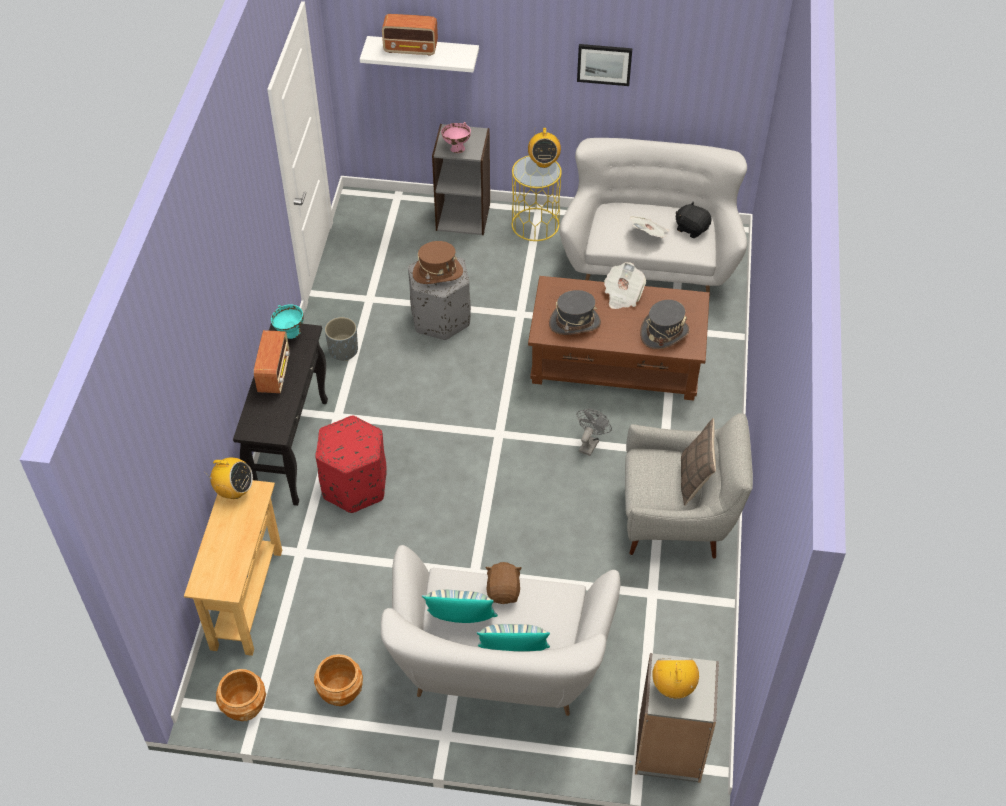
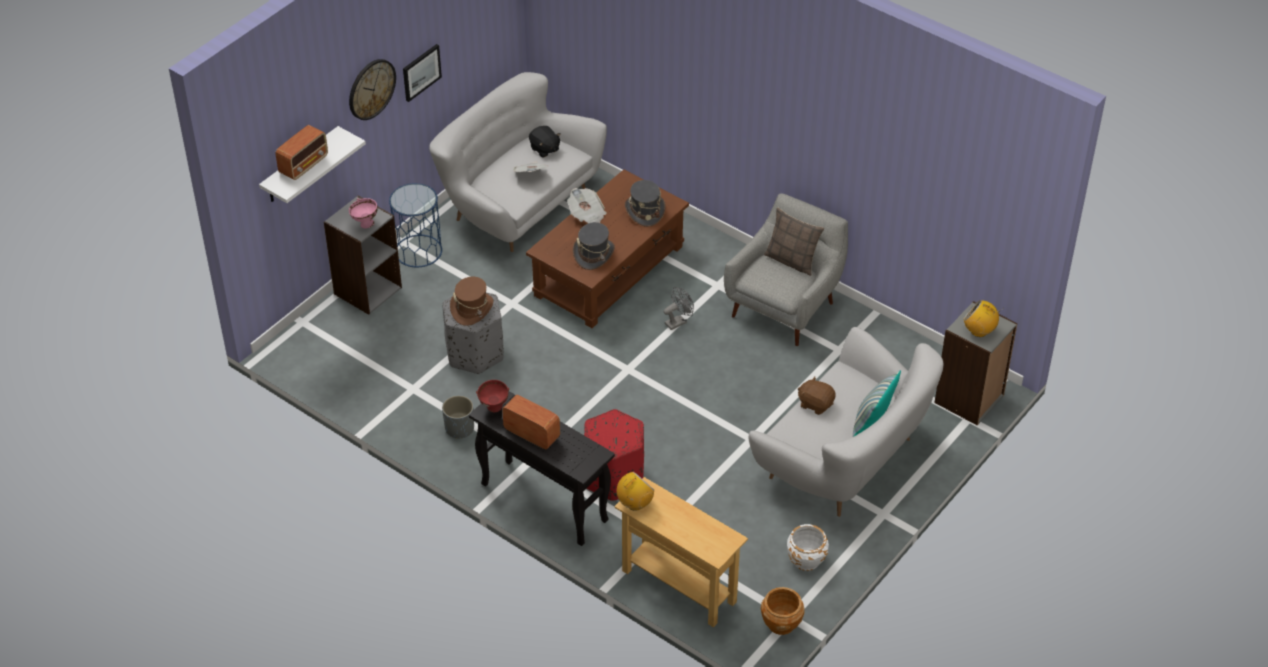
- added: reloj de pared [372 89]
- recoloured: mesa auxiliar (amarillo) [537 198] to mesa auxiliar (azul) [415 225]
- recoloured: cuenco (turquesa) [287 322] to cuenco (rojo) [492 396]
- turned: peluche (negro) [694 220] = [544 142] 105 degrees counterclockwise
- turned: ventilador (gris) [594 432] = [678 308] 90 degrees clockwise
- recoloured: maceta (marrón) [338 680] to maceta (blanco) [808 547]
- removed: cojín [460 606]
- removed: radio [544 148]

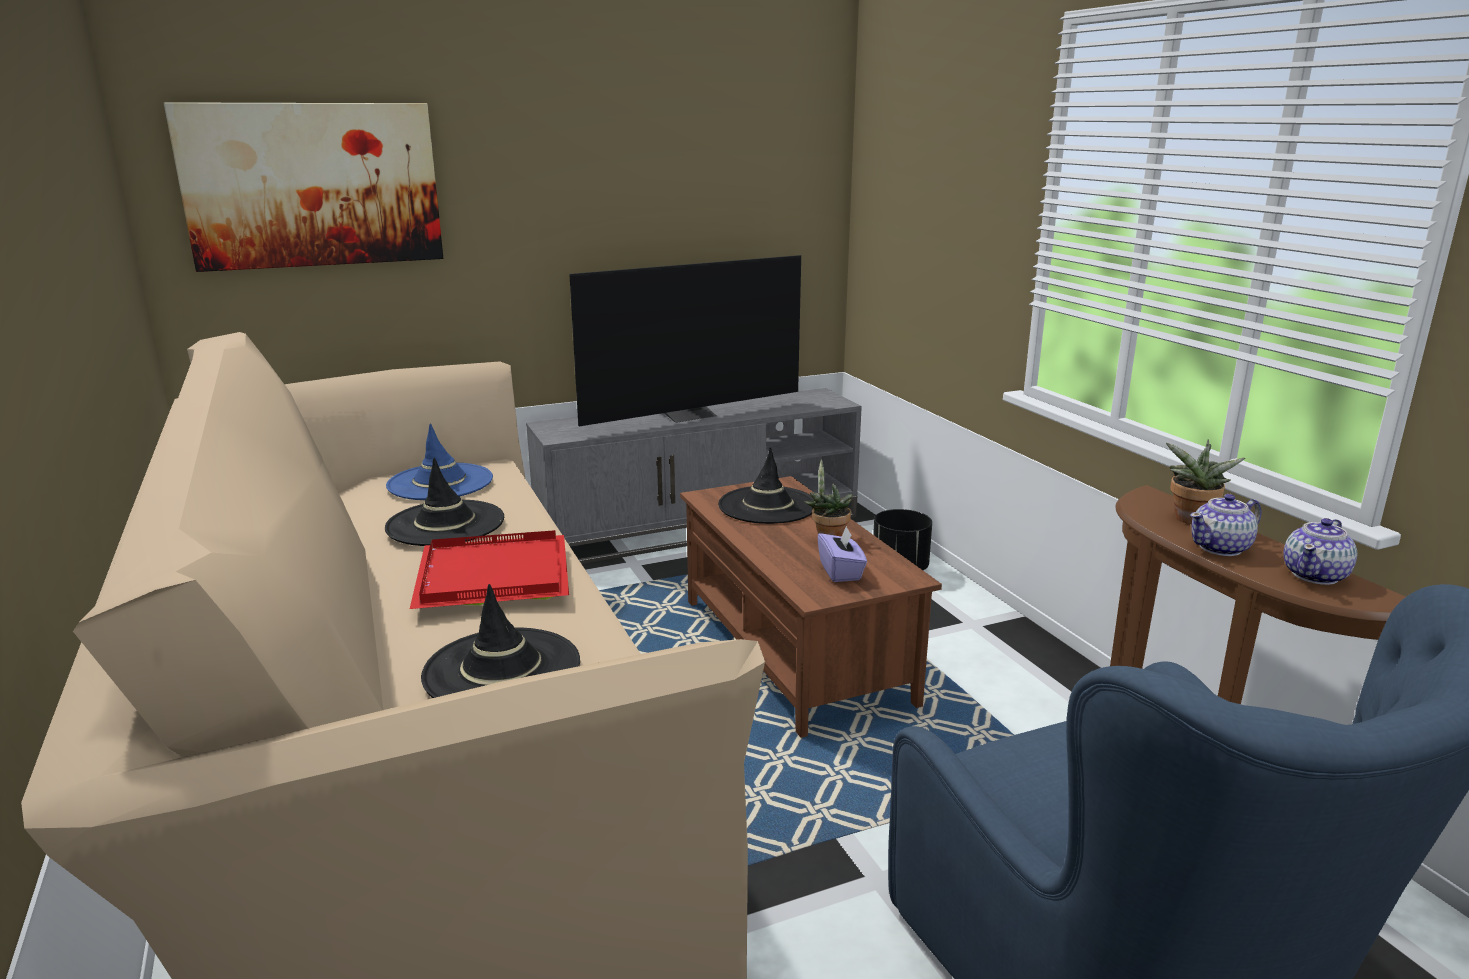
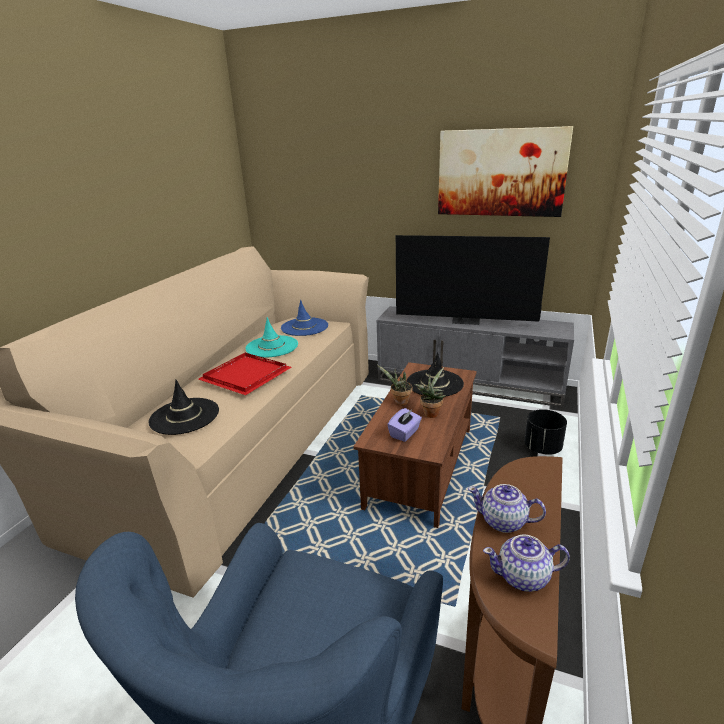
- recoloured: sombrero (negro) [444 502] to sombrero (turquesa) [271 337]
- moved: planta en maceta [1205 481] to [394 385]
- moved: cuadro [303 187] to [505 171]

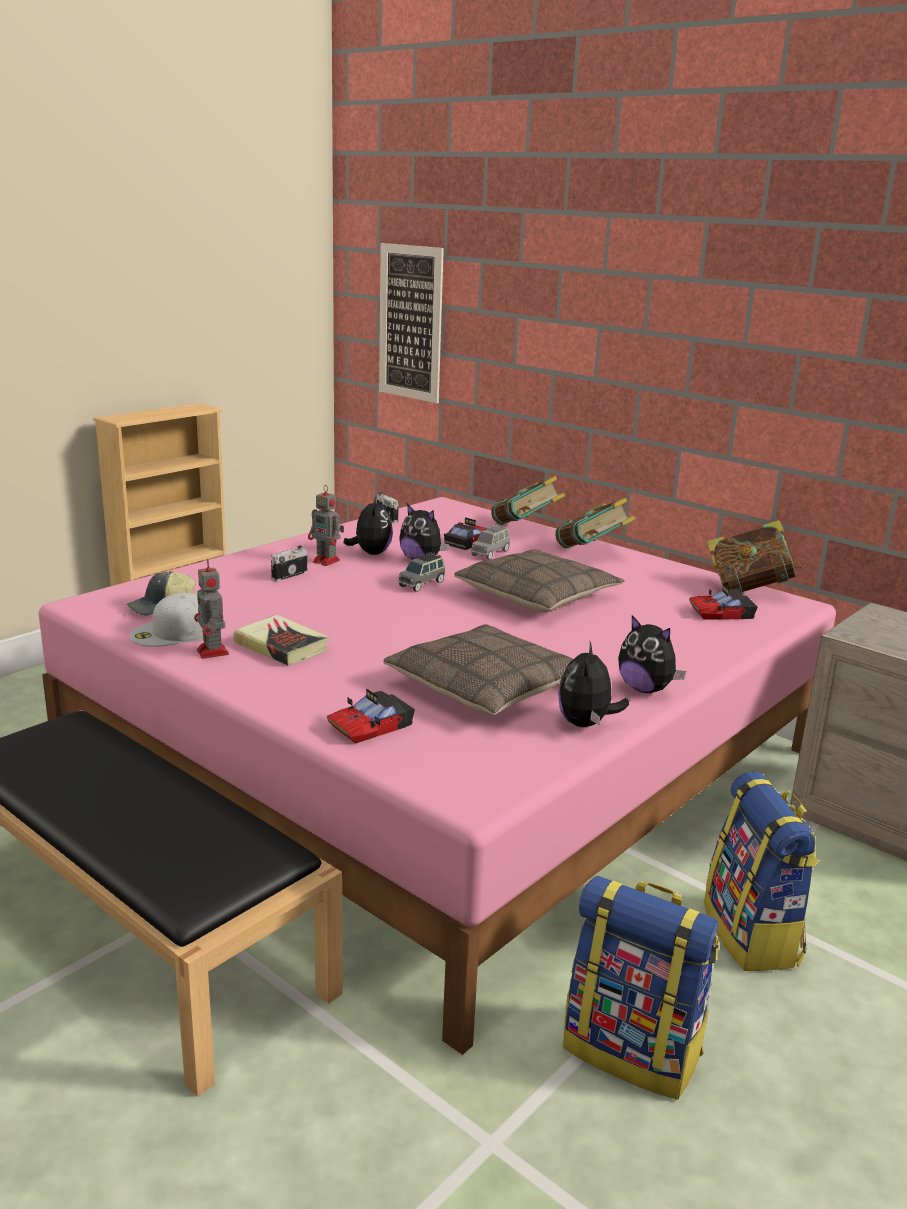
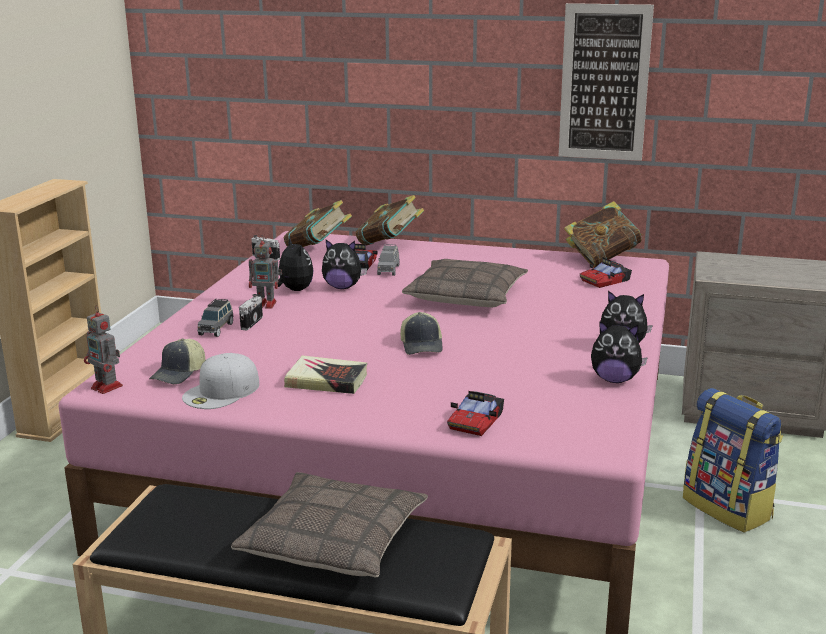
- moved: robot de juguete [211 609] to [103 349]
- moved: coche de juguete (gris) [421 572] to [215 318]
- moved: cojín [478 669] to [329 524]
- moved: libro [595 523] to [318 223]
- added: gorra [421 333]
- moved: cuadro [411 323] to [606 82]
- turned: peluche [593 684] = [619 352] 60 degrees counterclockwise
- removed: mochila [641 987]

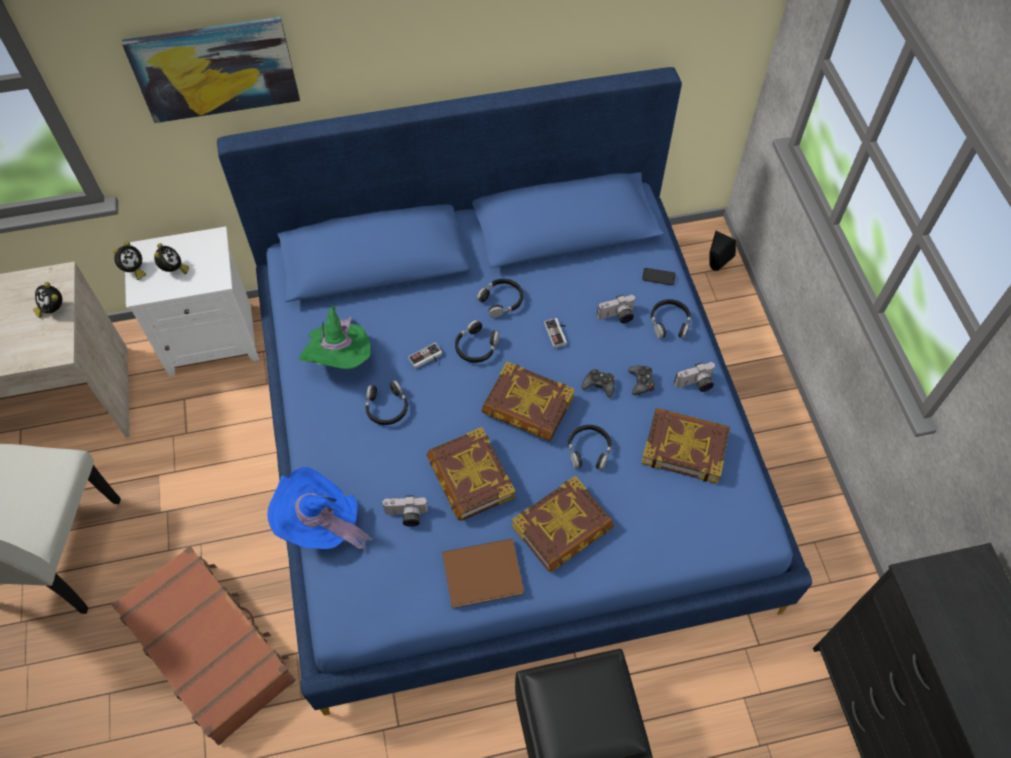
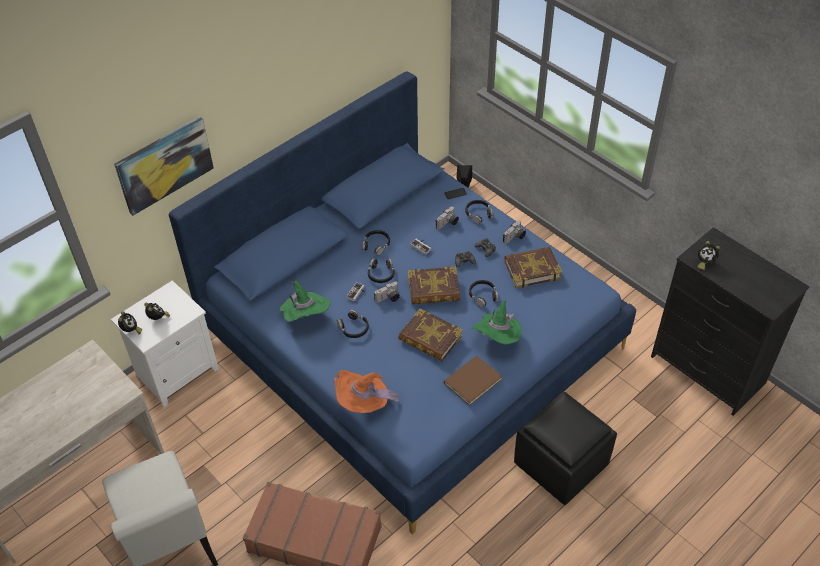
- recoloured: sombrero (azul) [319 509] to sombrero (naranja) [367 391]
- moved: cámara [405 511] to [387 292]
- replaced: libro [563 524] to sombrero (verde) [496 322]
- moved: despertador [47 300] to [708 255]

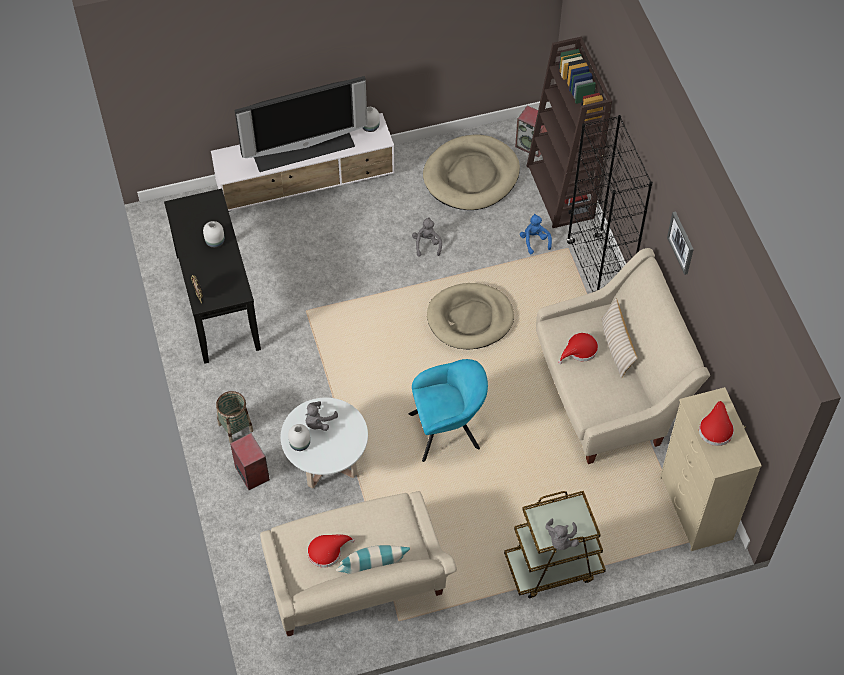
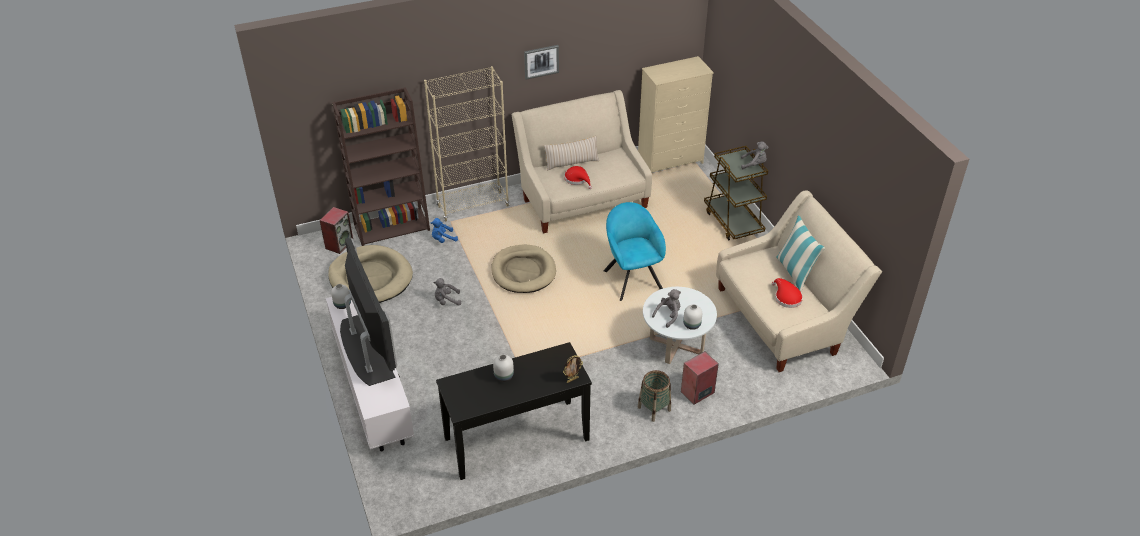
- recoloured: estantería (negro) [609 203] to estantería (beis) [466 143]
- turned: peluche (gris) [322 416] = [666 308] 75 degrees counterclockwise
- removed: sombrero (rojo) [716 423]

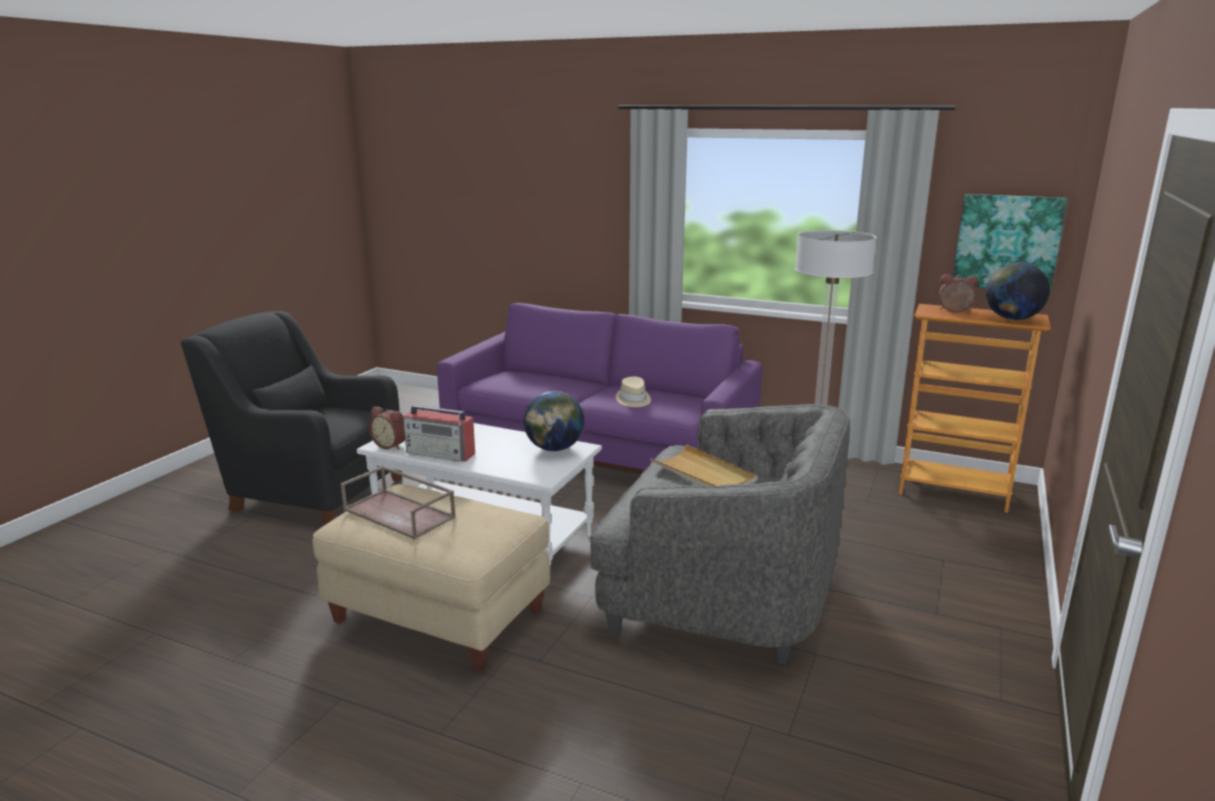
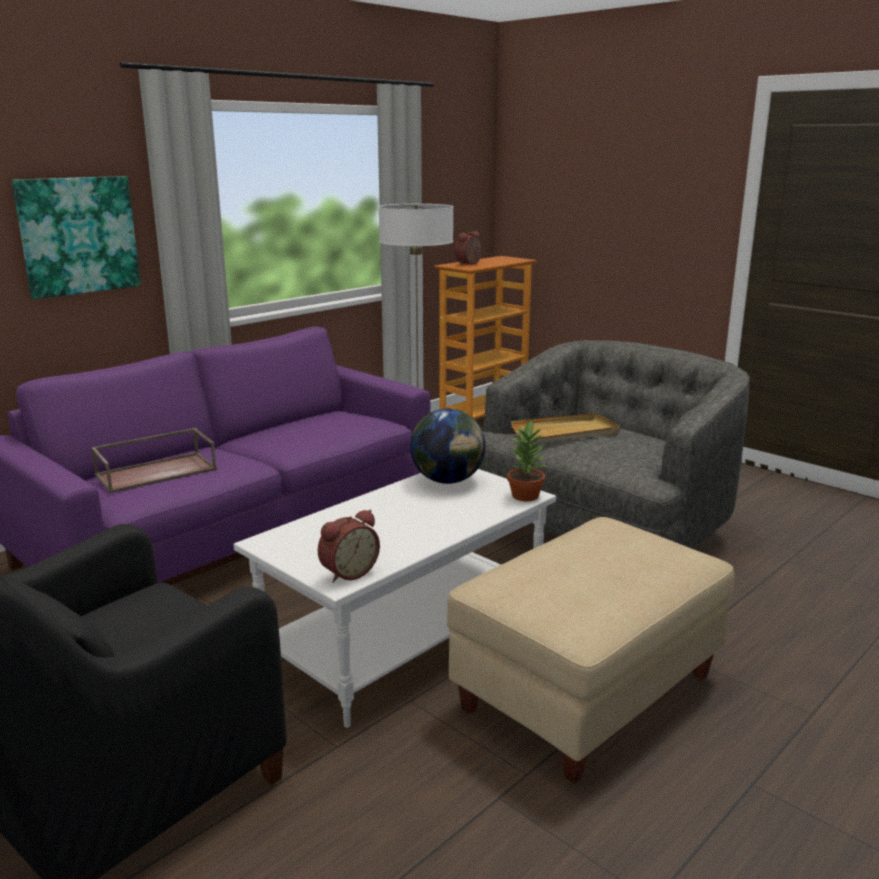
- moved: cuadro [1010 243] to [76 237]
- moved: bandeja (marrón) [398 502] to [154 460]
- added: planta en maceta [526 460]
- removed: radio [439 433]
- removed: sombrero (beis) [633 392]
- removed: globo terráqueo [1018 291]

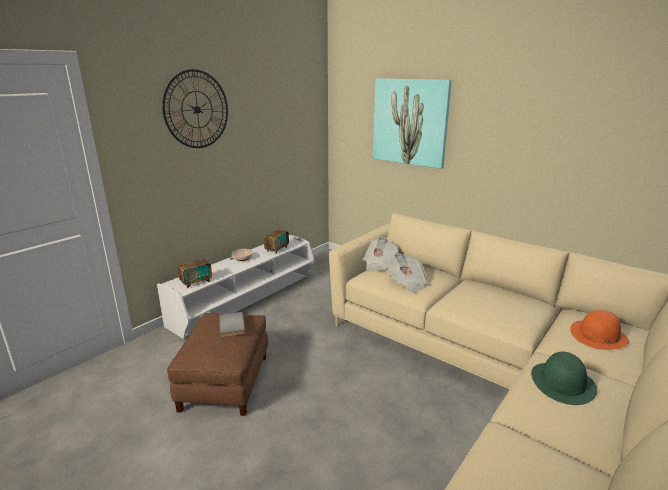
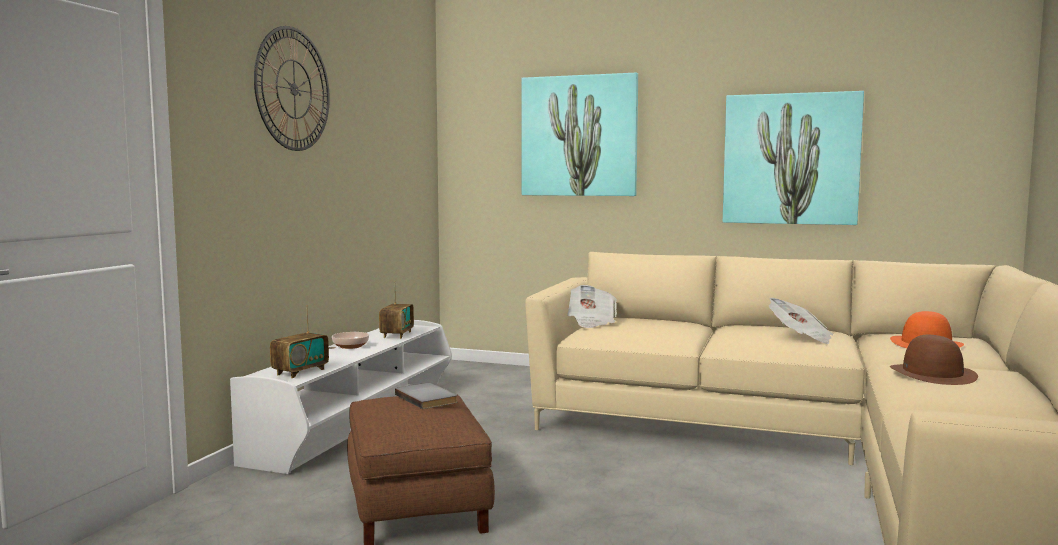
- added: cuadro [793 158]
- moved: periódico [408 273] to [801 320]
- recoloured: sombrero (verde) [564 378] to sombrero (marrón) [934 360]

